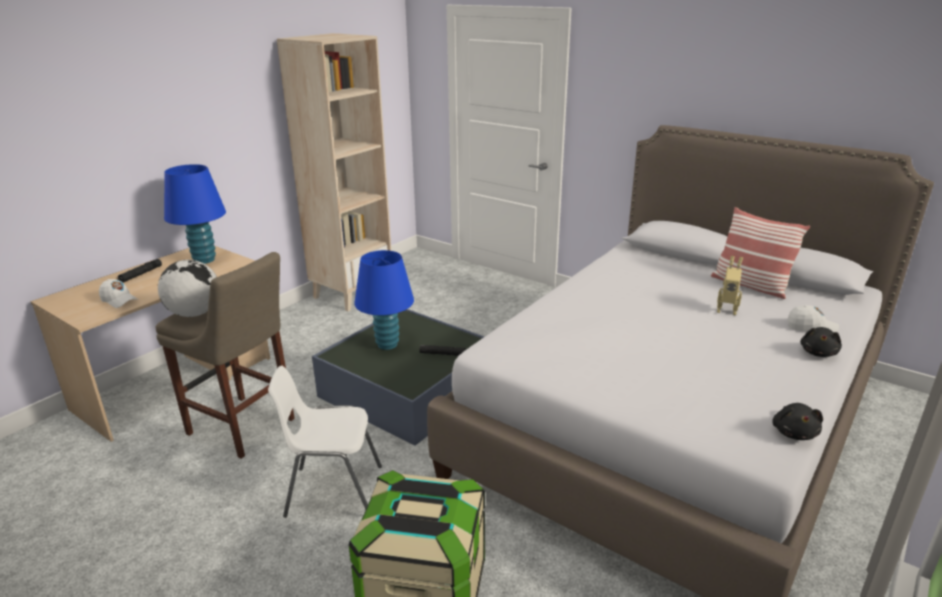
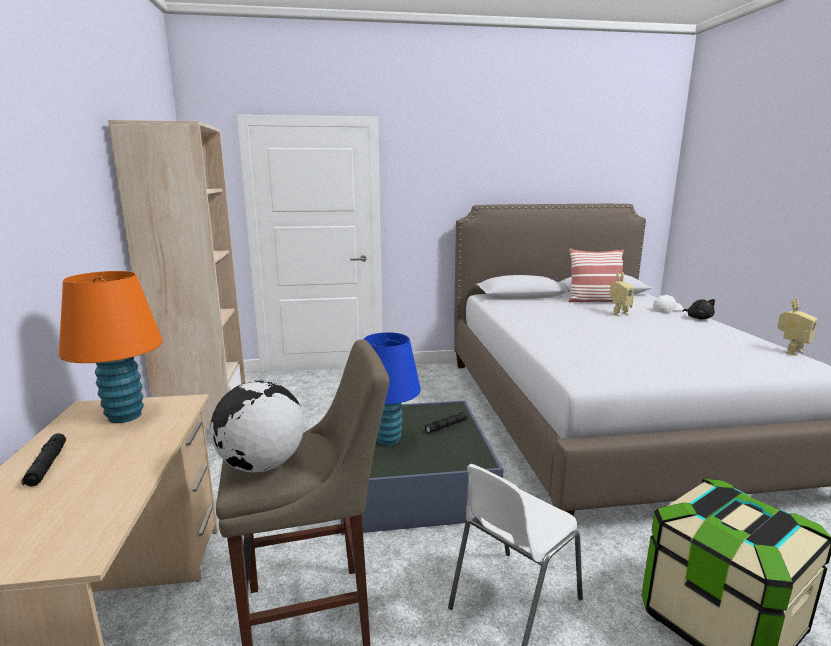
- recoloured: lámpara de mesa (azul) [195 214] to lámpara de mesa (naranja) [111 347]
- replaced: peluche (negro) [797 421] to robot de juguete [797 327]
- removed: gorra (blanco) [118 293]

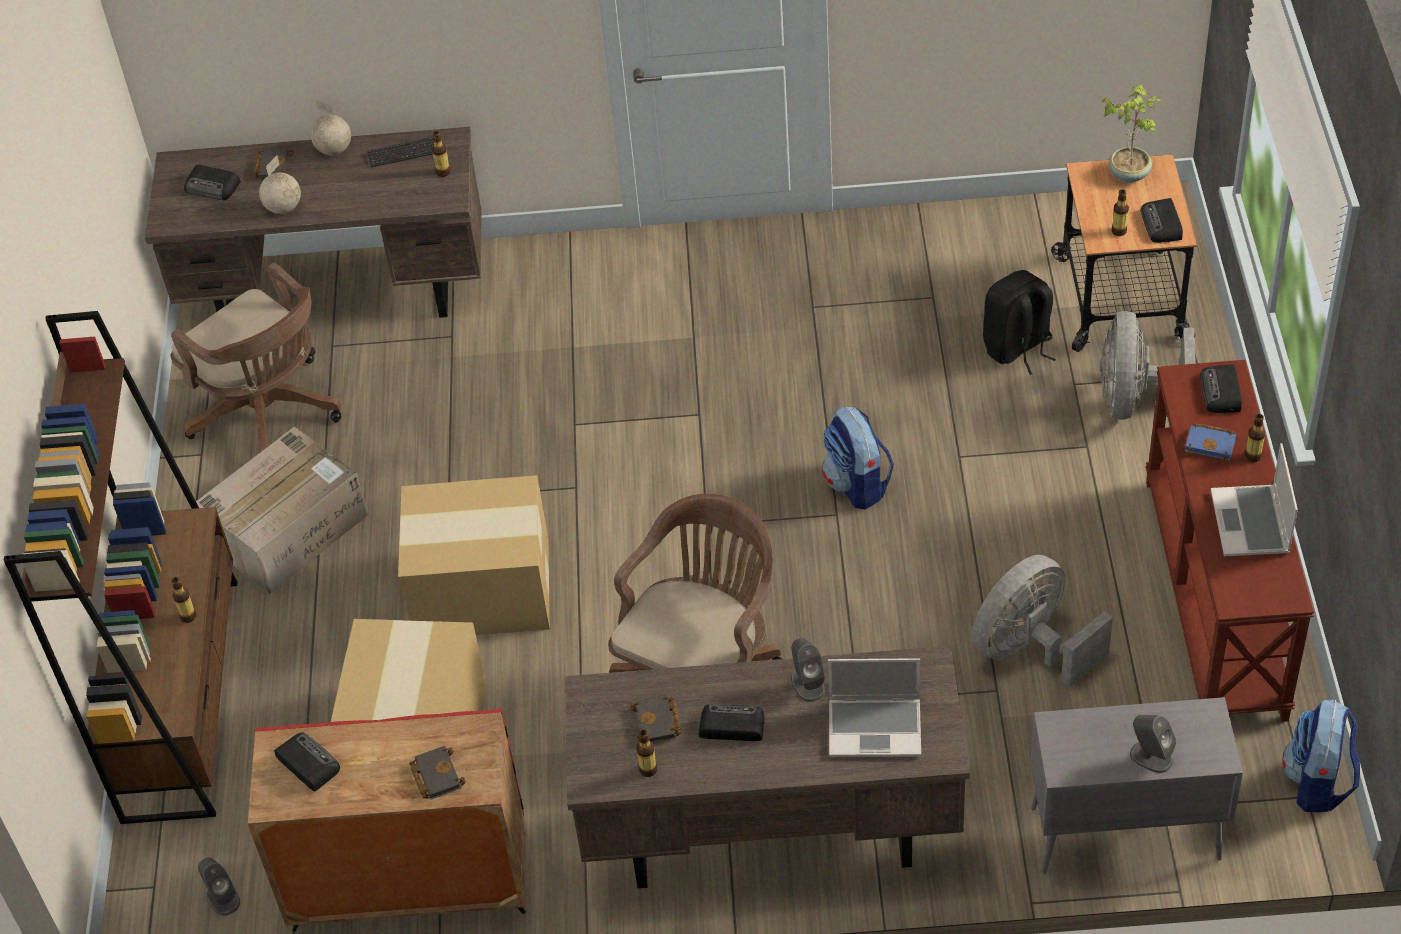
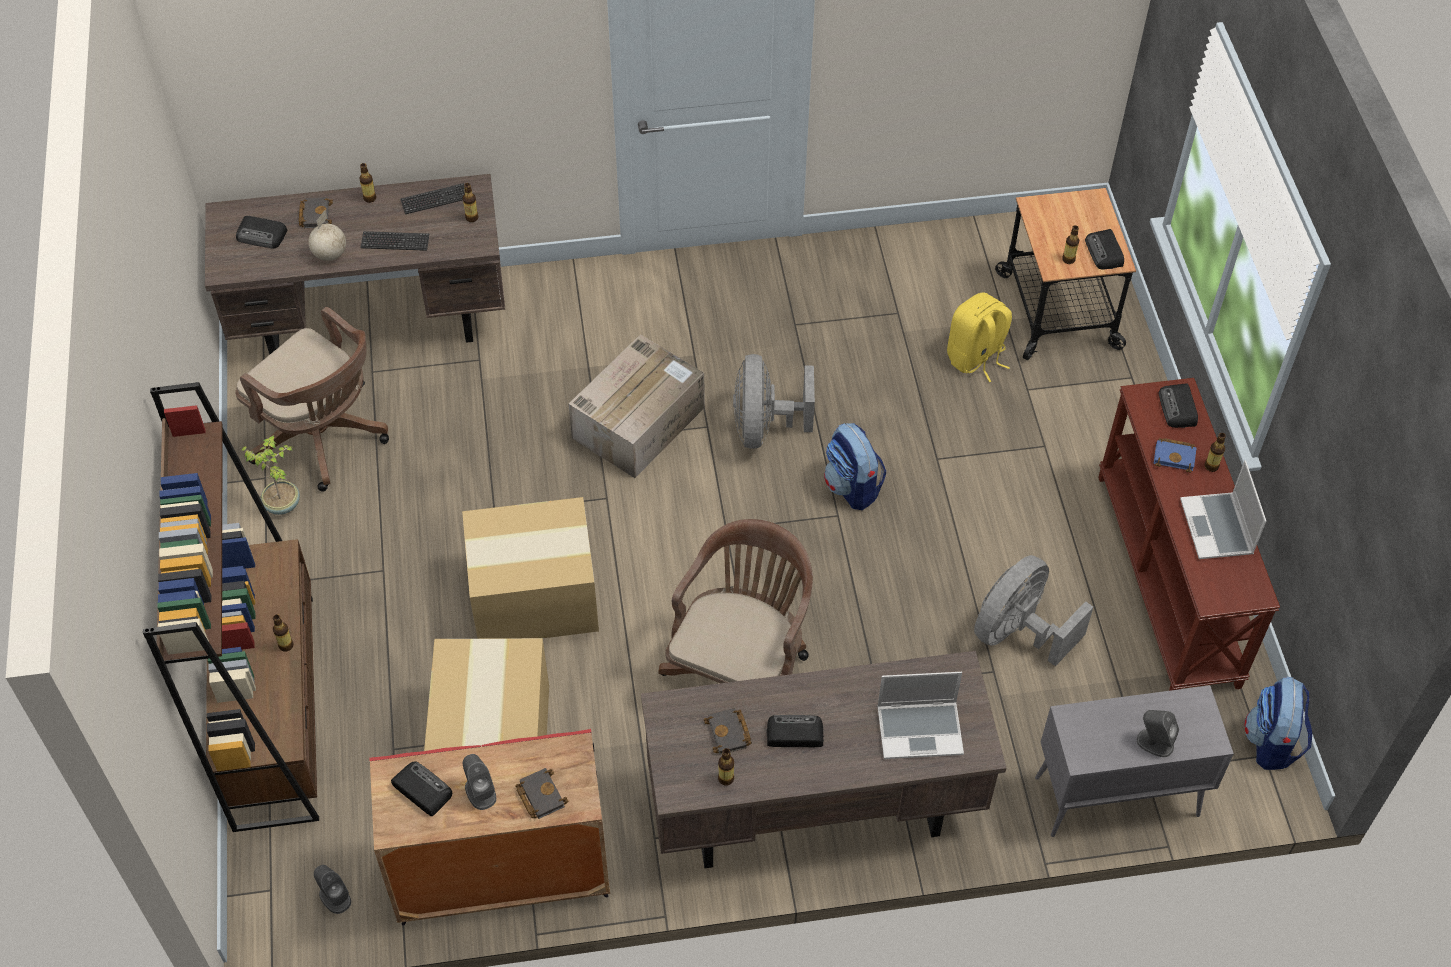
- moved: planta en maceta [1131 133] to [270 475]
- replaced: globo terráqueo [331 127] to botella [368 183]
- added: teclado [395 241]
- moved: altavoz (gris) [808 670] to [479 782]
- moved: caja de cartón [282 510] to [636 406]
- moved: ventilador (gris) [1148 365] to [774 401]
- recoloured: mochila (negro) [1019 322] to mochila (amarillo) [979 337]

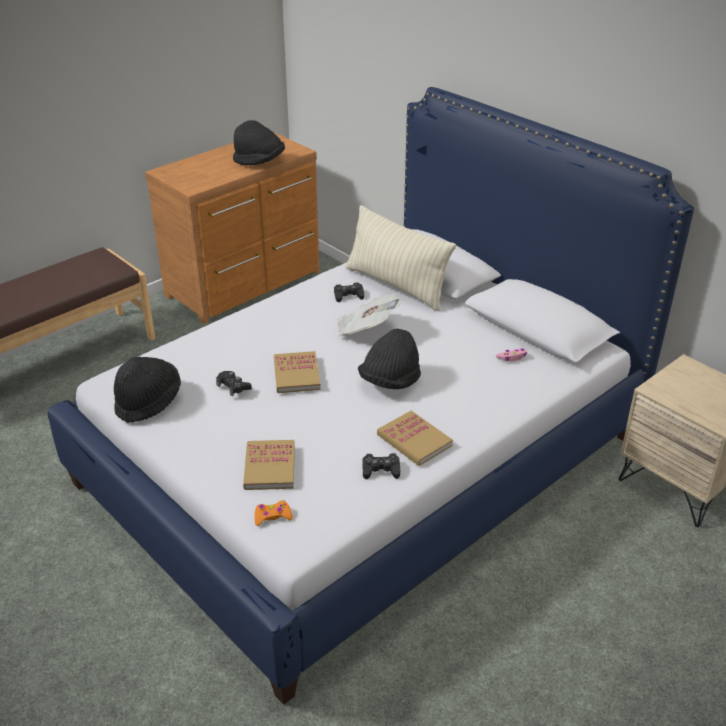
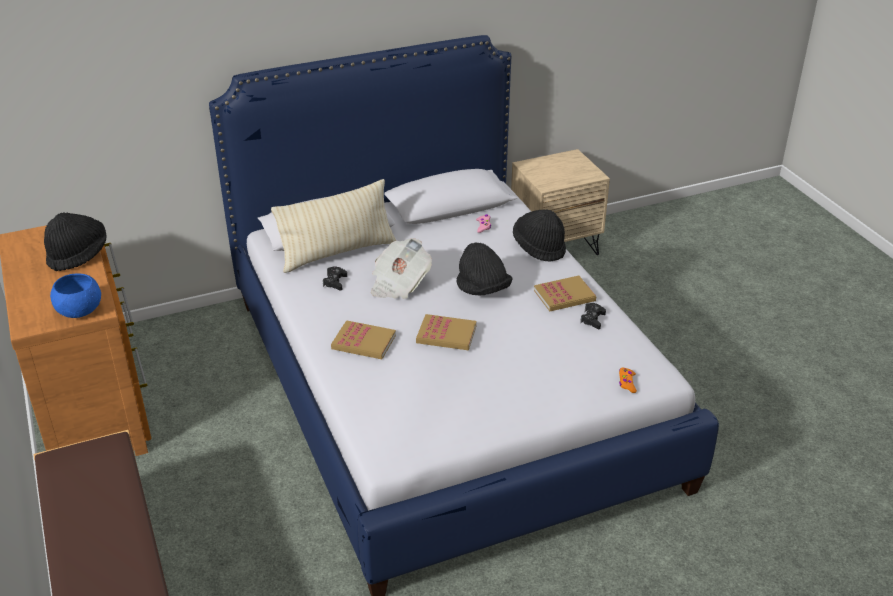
- added: cuenco (azul) [75 295]
- moved: libro [269 465] to [363 339]
- moved: sombrero (negro) [147 390] to [539 235]
- removed: mando de consola (negro) [234 384]

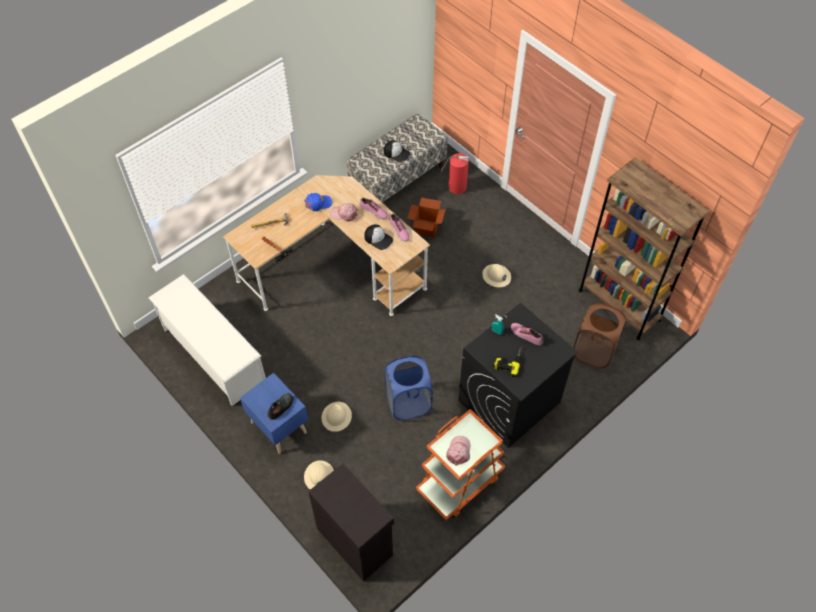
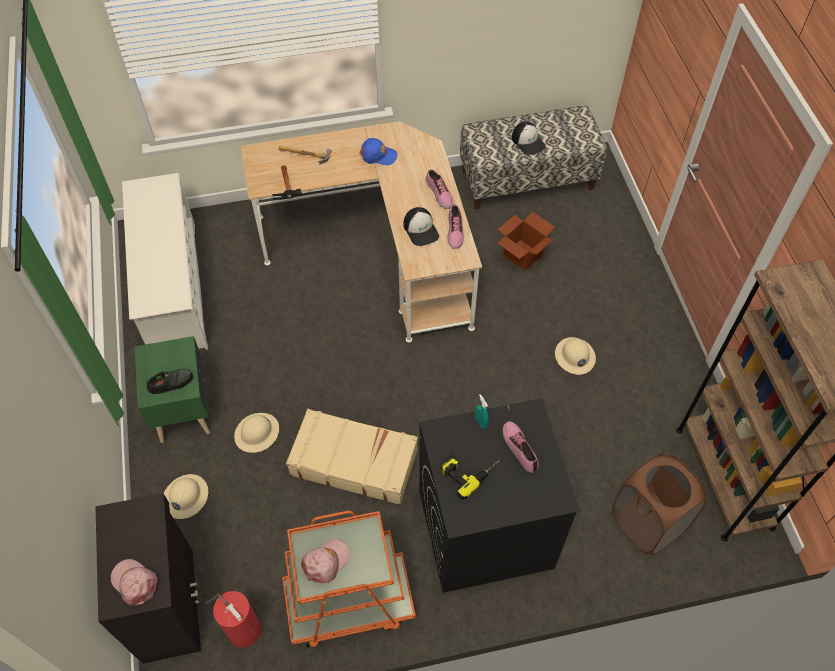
- moved: gorra (rosa) [344 212] to [134 582]
- recoloured: mesita de noche (azul) [274 413] to mesita de noche (verde) [172 389]
- moved: extintor [455 173] to [233 619]
- replaced: cesto de la ropa (azul) [408 388] to maleta (beis) [352 457]

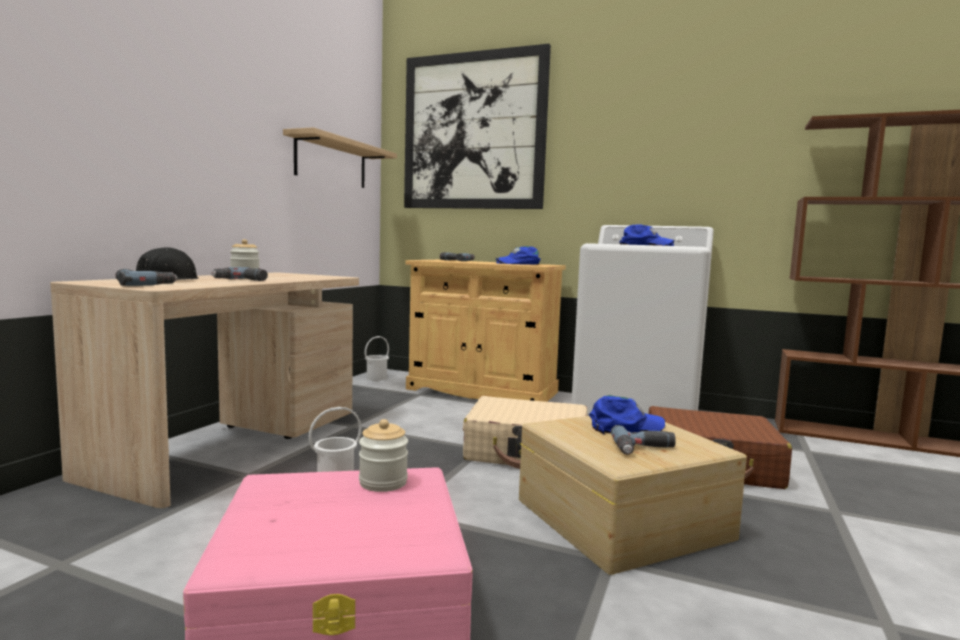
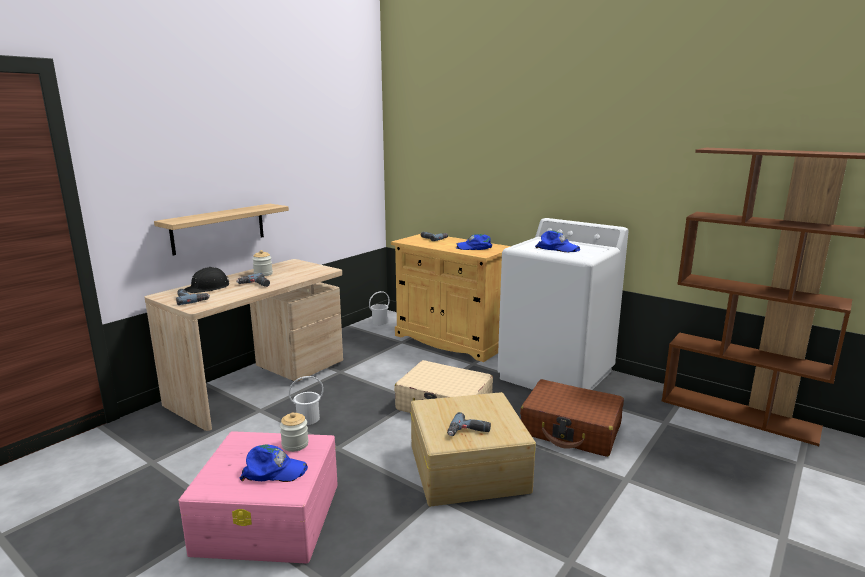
- moved: estante [340 157] to [221 229]
- moved: gorra (azul) [627 415] to [273 463]
- removed: cuadro [477 126]

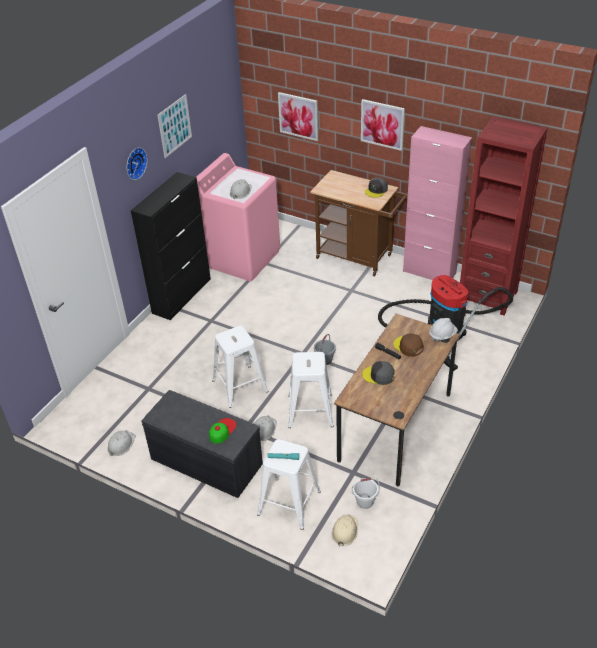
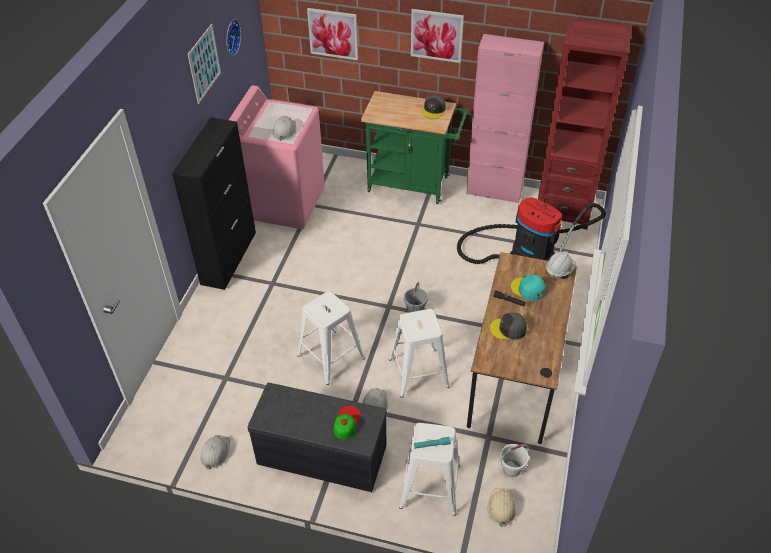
- moved: reloj de pared [137 164] to [233 37]
- recoloured: carrito (marrón) [359 223] to carrito (verde) [415 147]
- recoloured: gorra (marrón) [408 345] to gorra (turquesa) [528 288]

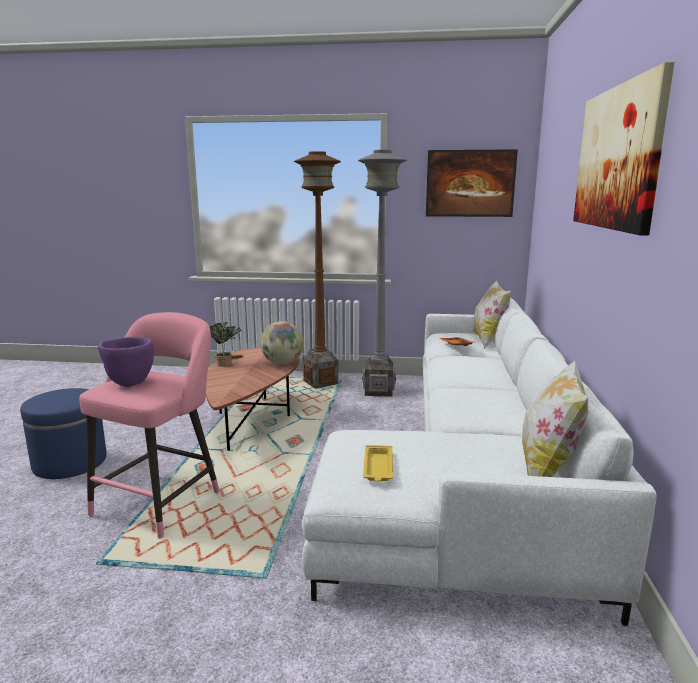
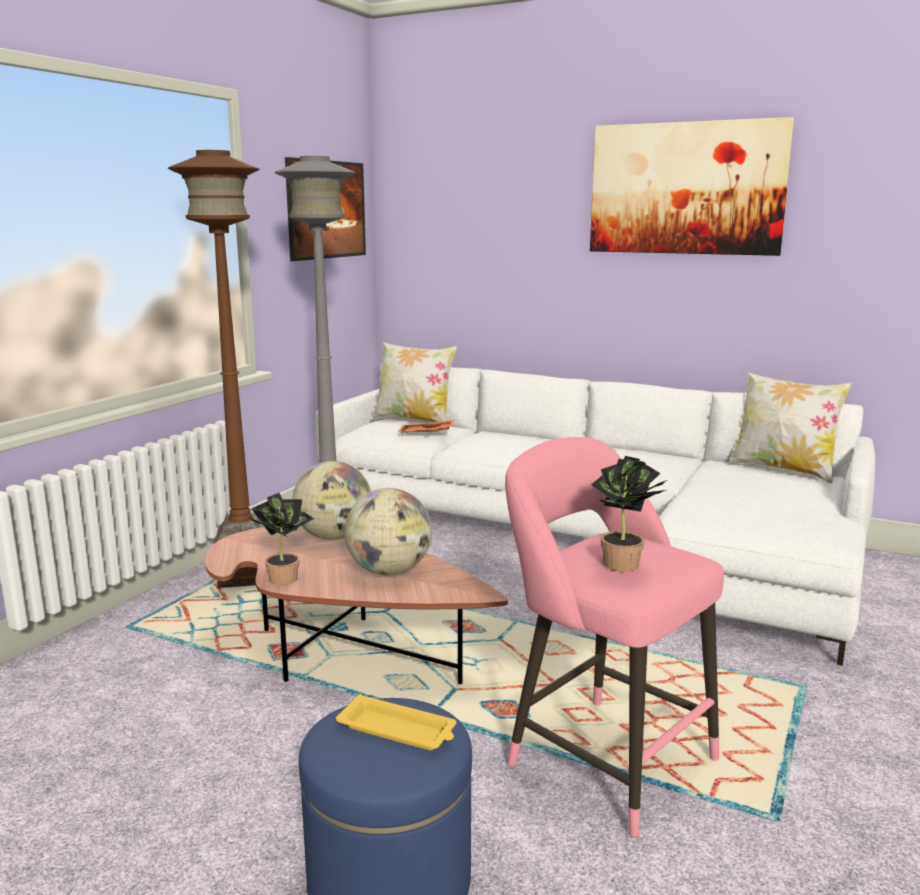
- moved: bandeja (amarillo) [378 463] to [396 722]
- added: globo terráqueo [388 531]
- replaced: cuenco (morado) [126 362] to planta en maceta [629 513]

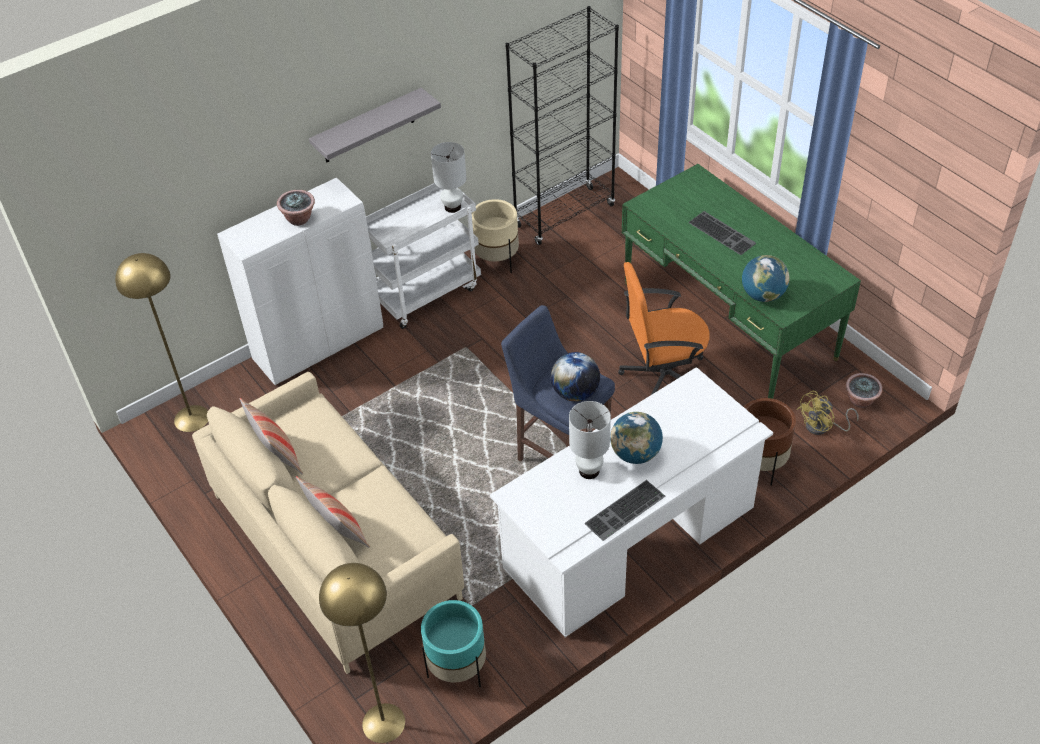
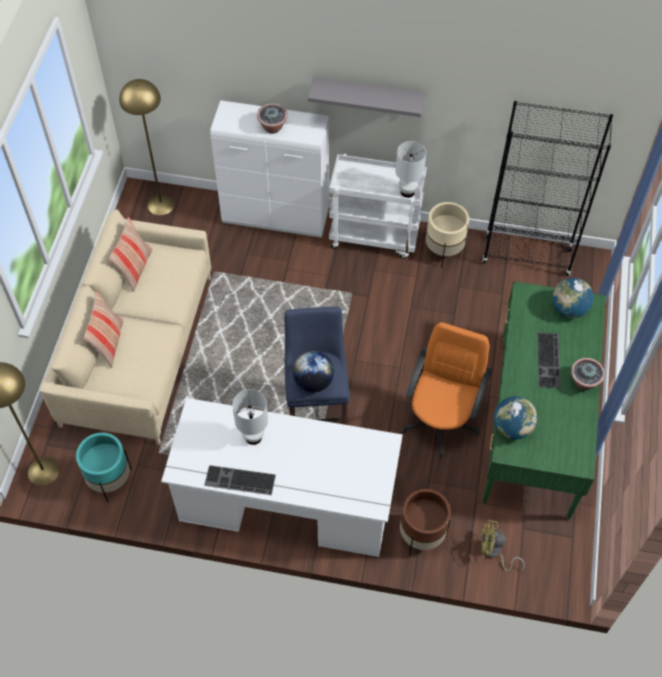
- turned: silla de oficina (naranja) [664 328] = [447 390] 75 degrees clockwise
- moved: globo terráqueo [636 438] to [573 298]
- moved: planta en maceta [864 390] to [588 374]

